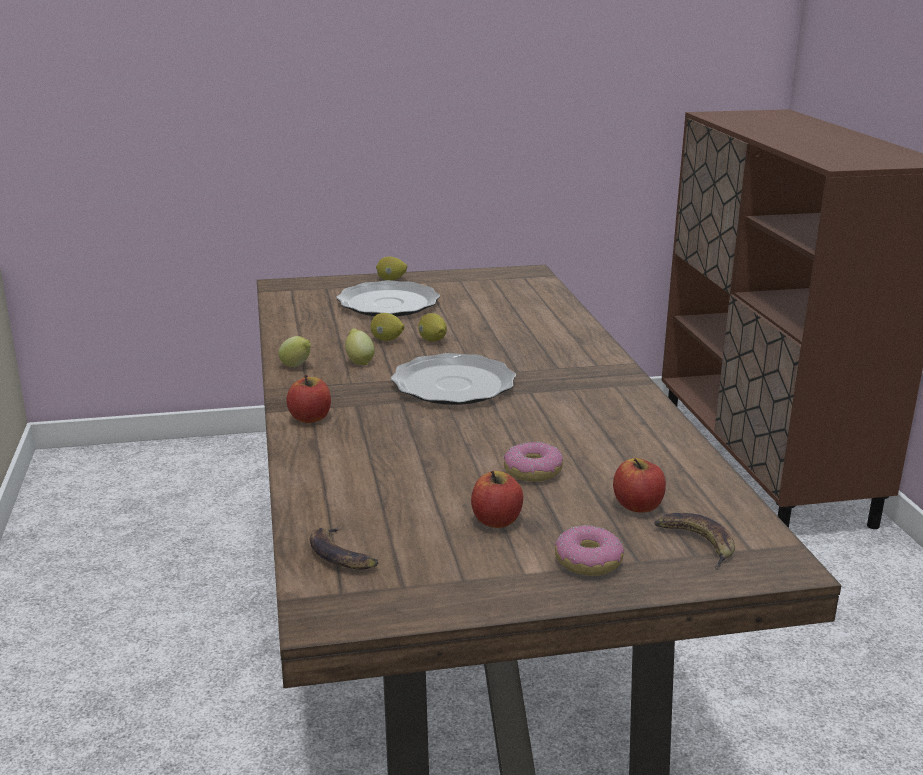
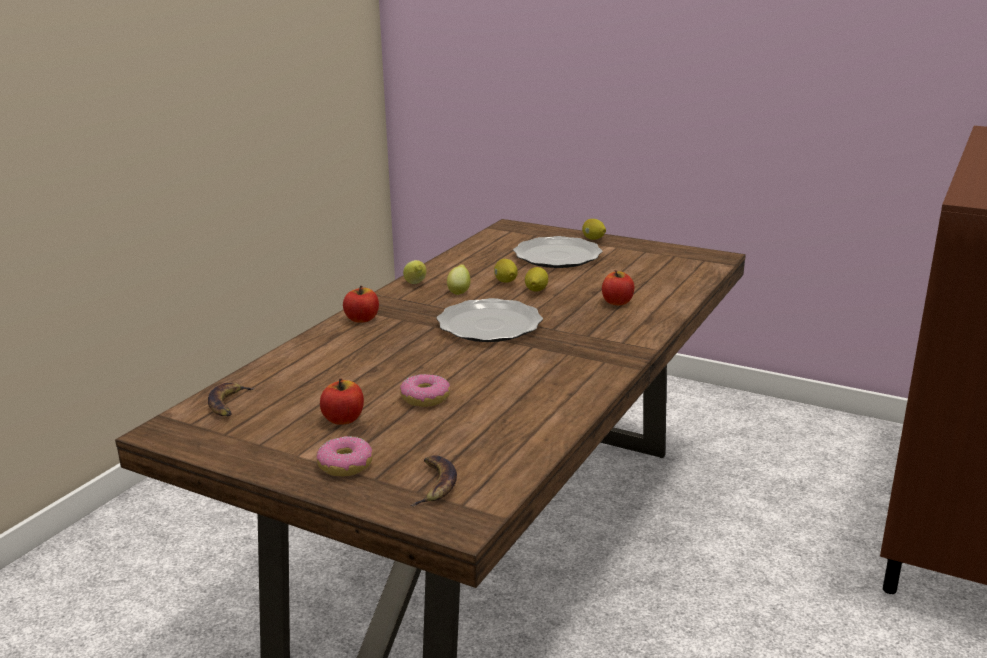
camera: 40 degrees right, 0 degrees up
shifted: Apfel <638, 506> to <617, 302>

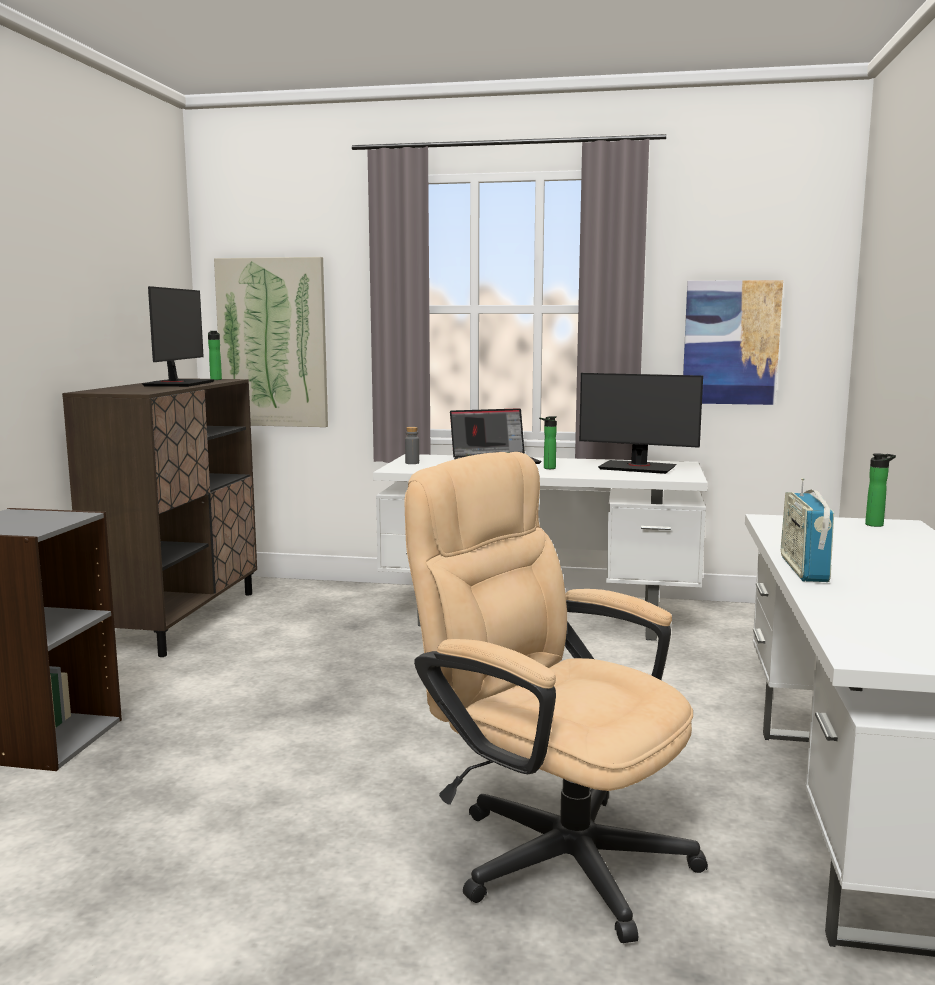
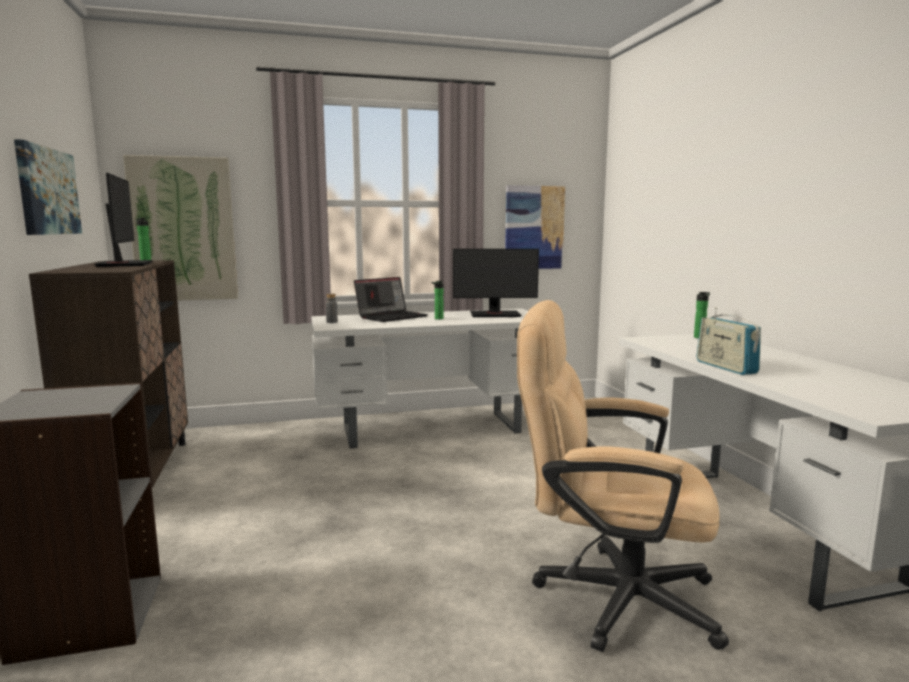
camera: 25 degrees left, 0 degrees up
new: Bild <47, 191>

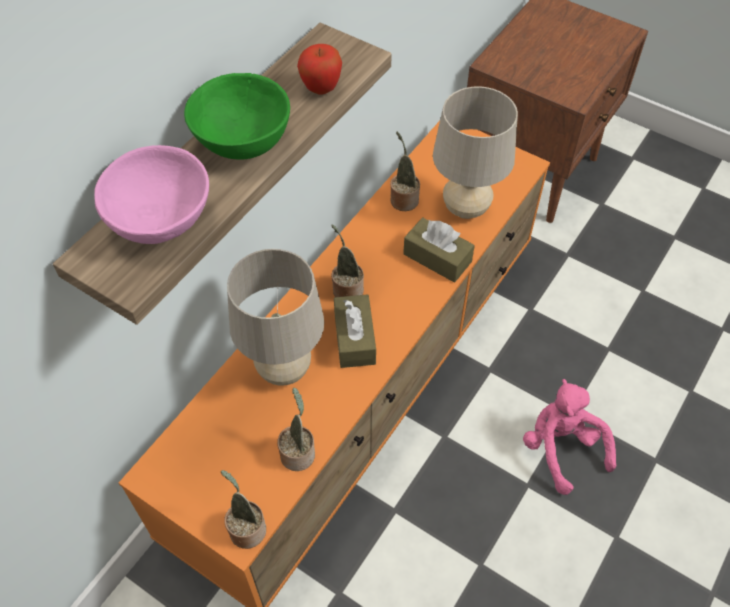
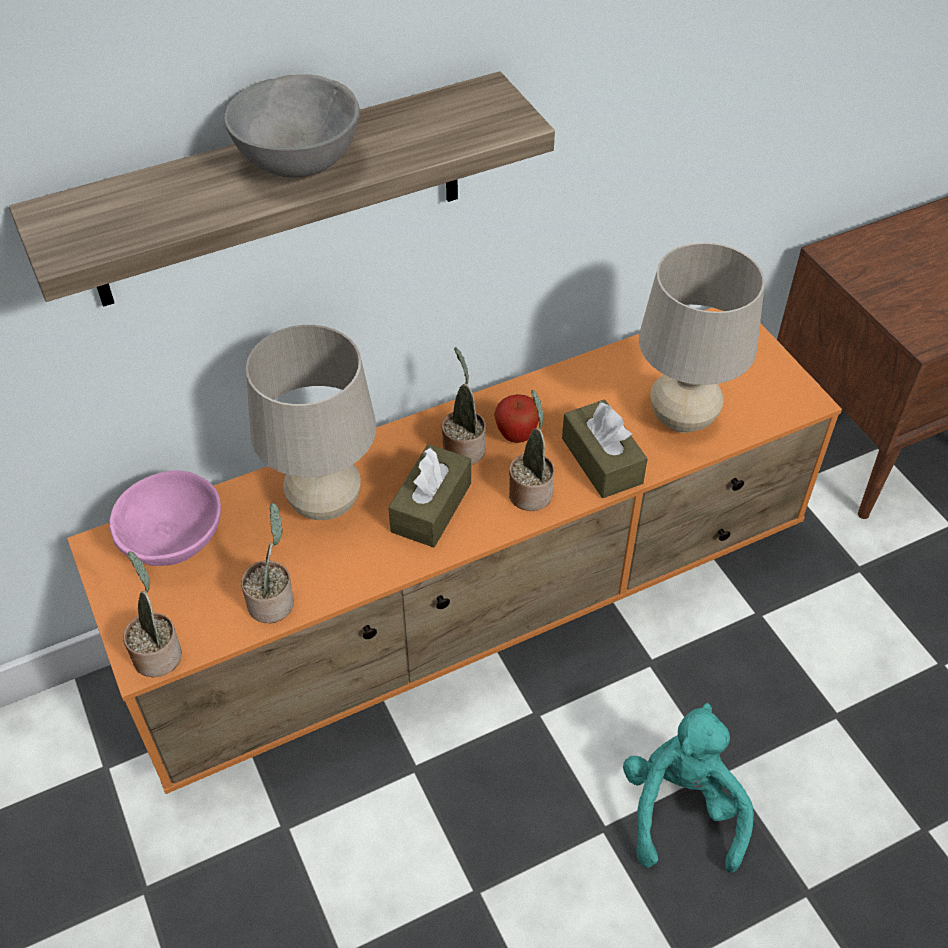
camera: 30 degrees right, 5 degrees down
shifted: Schüssel (rosa) <163, 221> to <176, 543>; Apfel <321, 89> to <516, 436>; Topfpflanze <403, 199> to <530, 491>
repainted: Schüssel (grün) <241, 143> to Schüssel (grau) <296, 163>; Plüschtier (rosa) <561, 448> to Plüschtier (türkis) <681, 808>

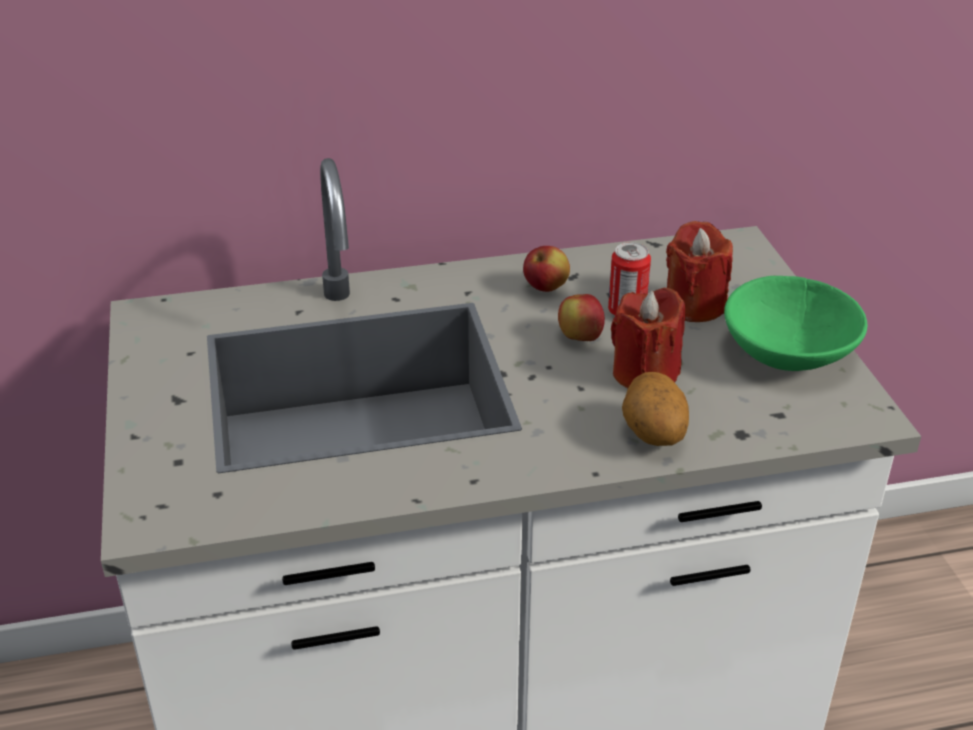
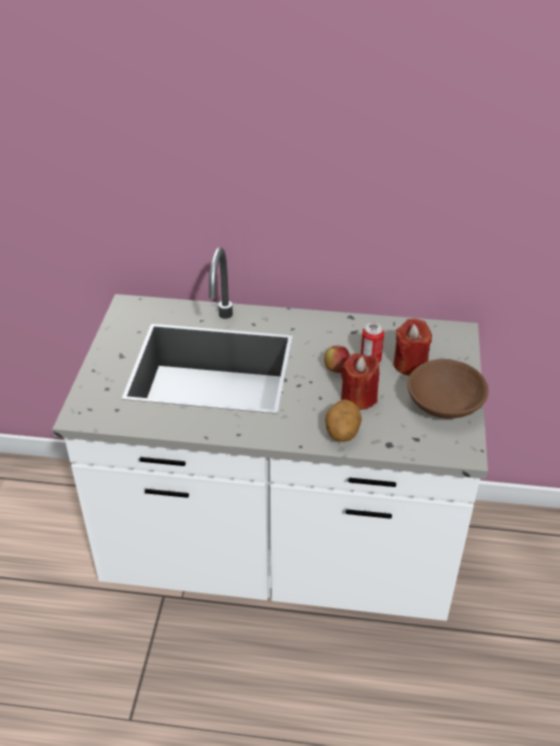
camera: 20 degrees right, 5 degrees up
gone: Apfel <546, 288>
repainted: Schüssel (grün) <789, 354> to Schüssel (braun) <445, 405>

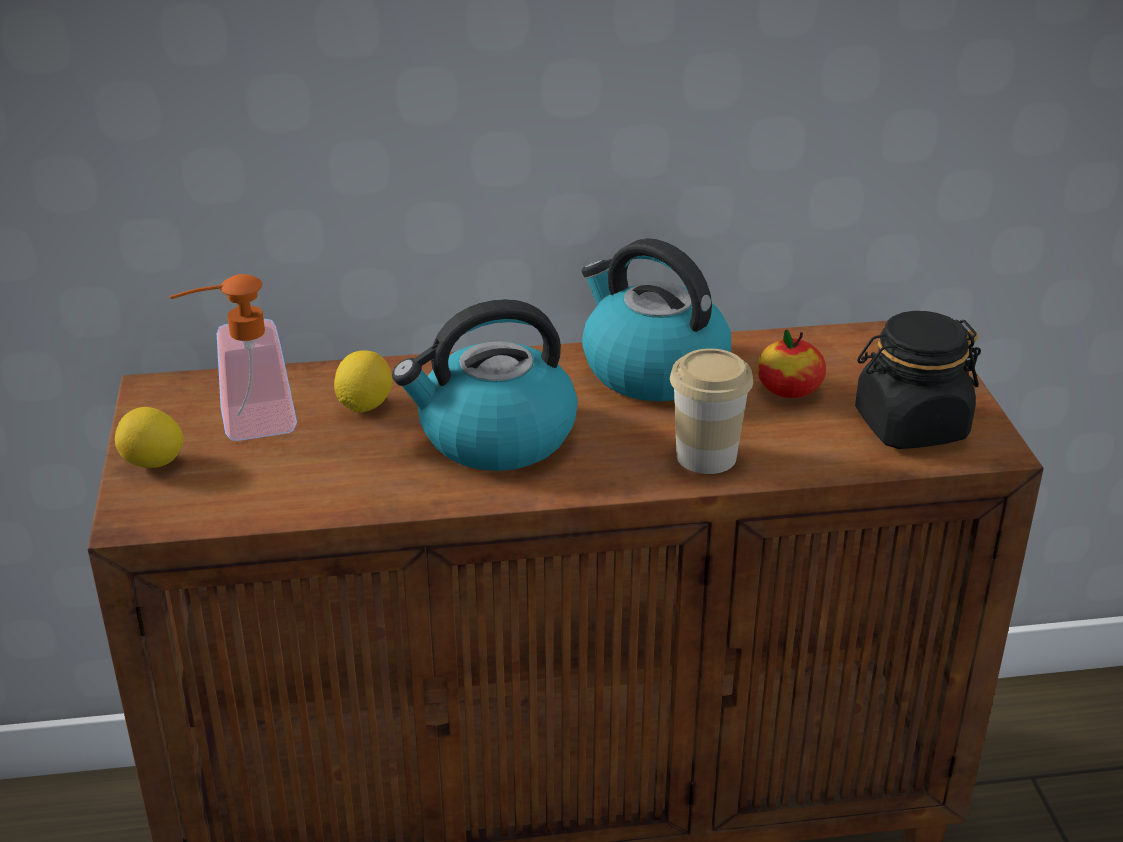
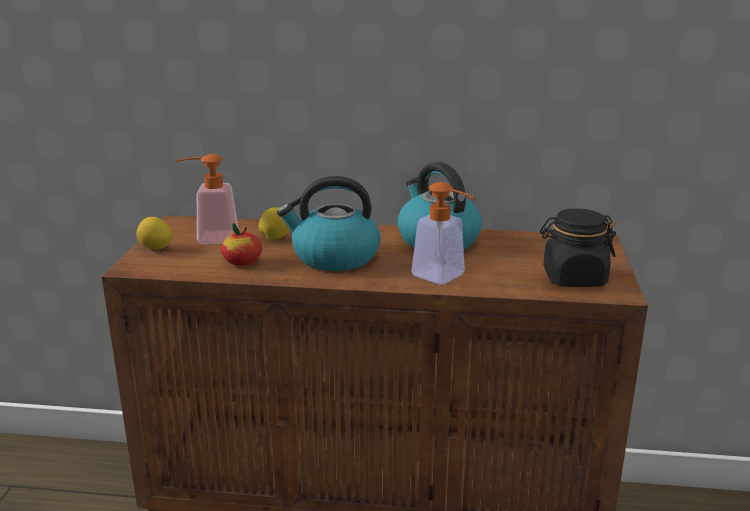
camera: 15 degrees right, 10 degrees down
shifted: Apfel <789, 389> to <242, 262>
swapped: Tasse <706, 456> to Seifenspender <445, 277>

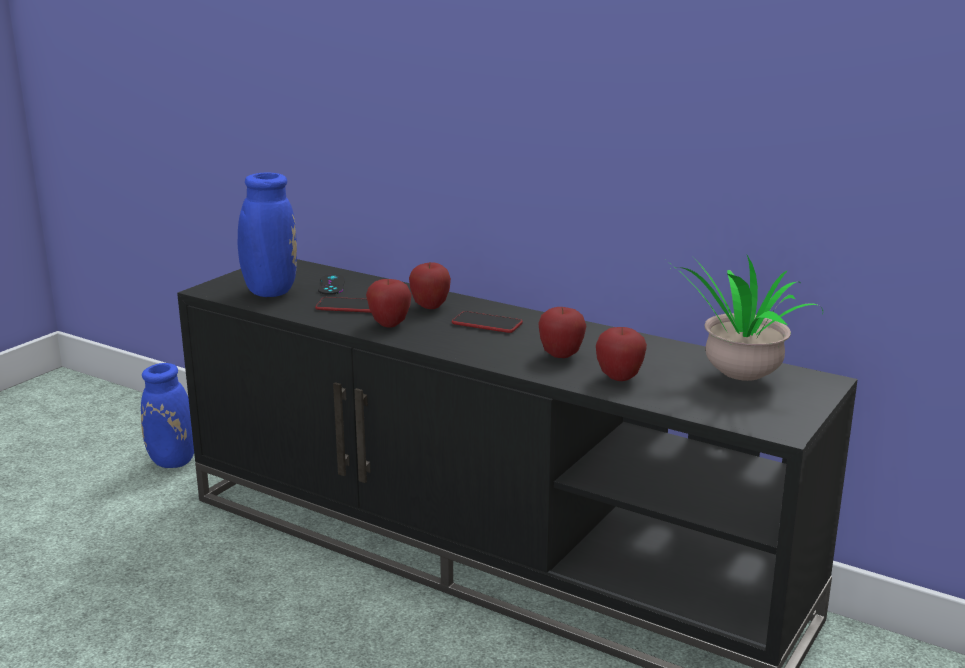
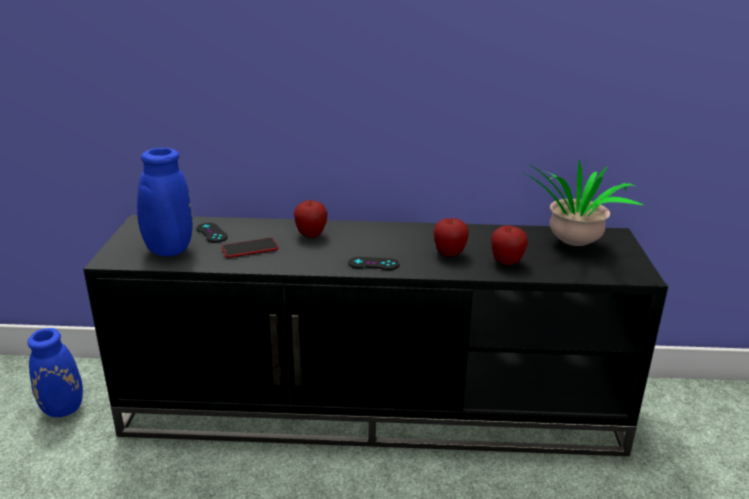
camera: 30 degrees left, 5 degrees up
gone: Apfel <389, 324>; Handy <487, 323>
new: Gamepad (schwarz) <373, 264>

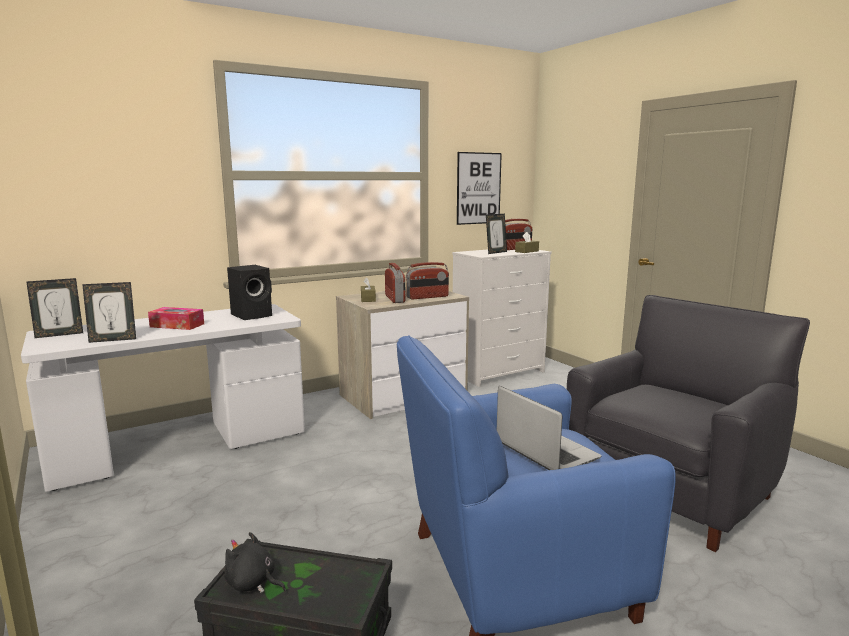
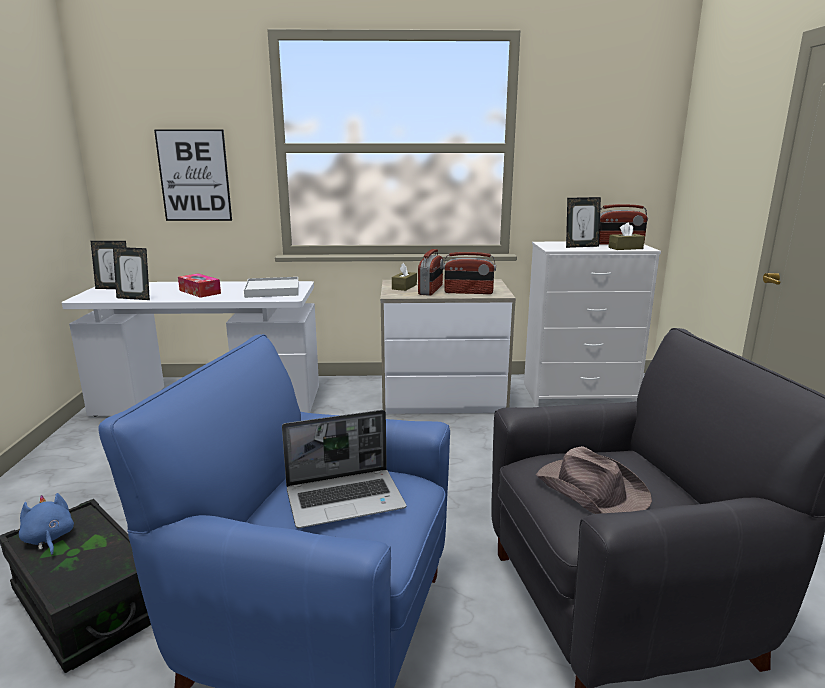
camera: 30 degrees right, 5 degrees up
new: Hut (braun) <590, 490>
shifted: Bild <478, 188> to <194, 176>
swapped: Lautsprecher (schwarz) <253, 315> to Tablett (weiß) <273, 290>
repainted: Plüschtier (schwarz) <253, 583> to Plüschtier (blau) <49, 539>
rotated: Laptop <544, 451> = <346, 499> 75 degrees clockwise

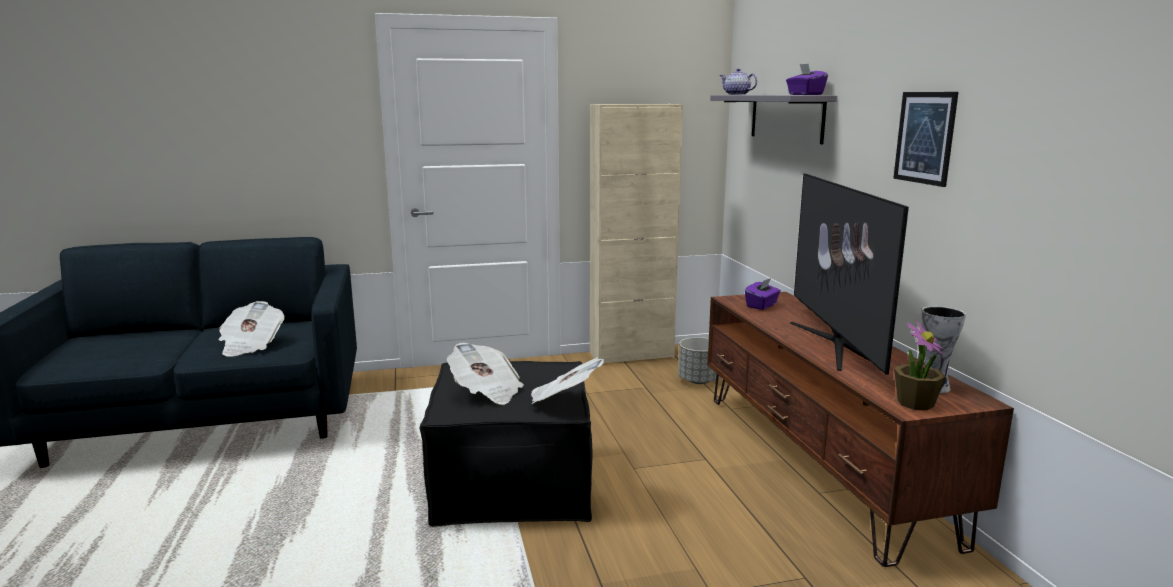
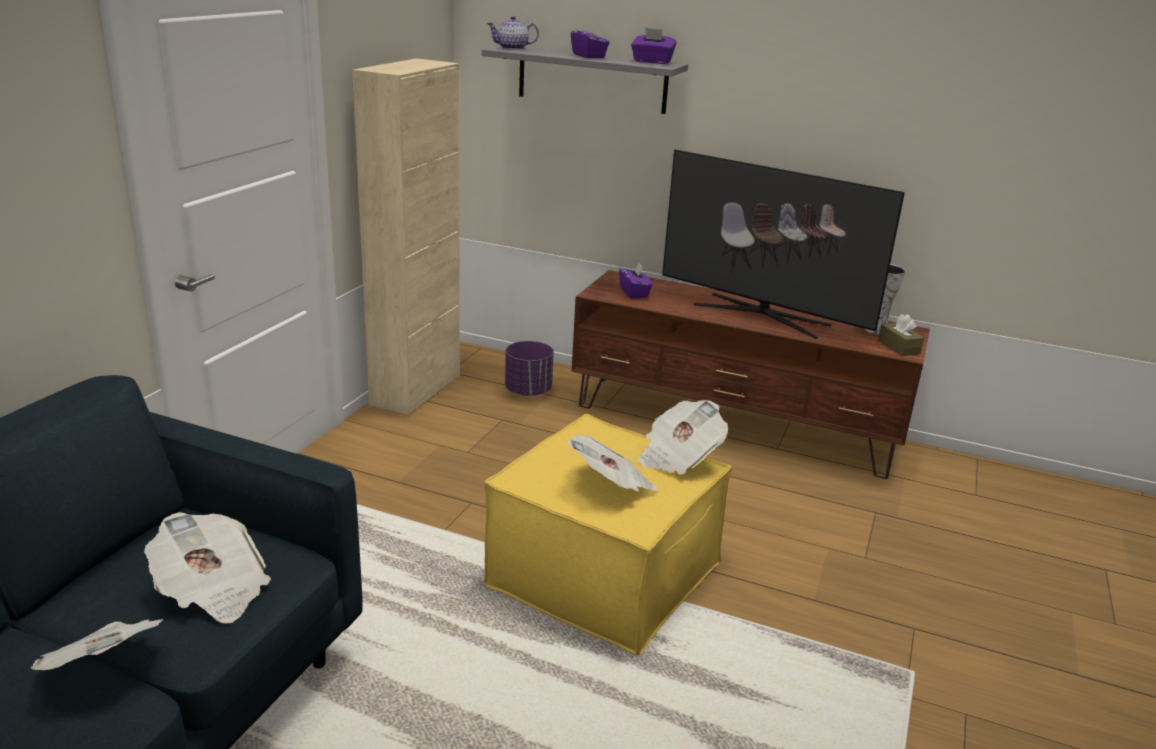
camera: 55 degrees left, 10 degrees up
gone: Bild <924, 138>
new: Zeitung <104, 666>; Taschentuchbox (lila) <589, 56>
swapped: Topfpflanze <915, 403> to Taschentuchbox (braun) <898, 347>
repainted: Polsterhocker (schwarz) <513, 483> to Polsterhocker (gelb) <604, 573>; Pflanzkübel (grau) <699, 380> to Pflanzkübel (lila) <528, 391>

